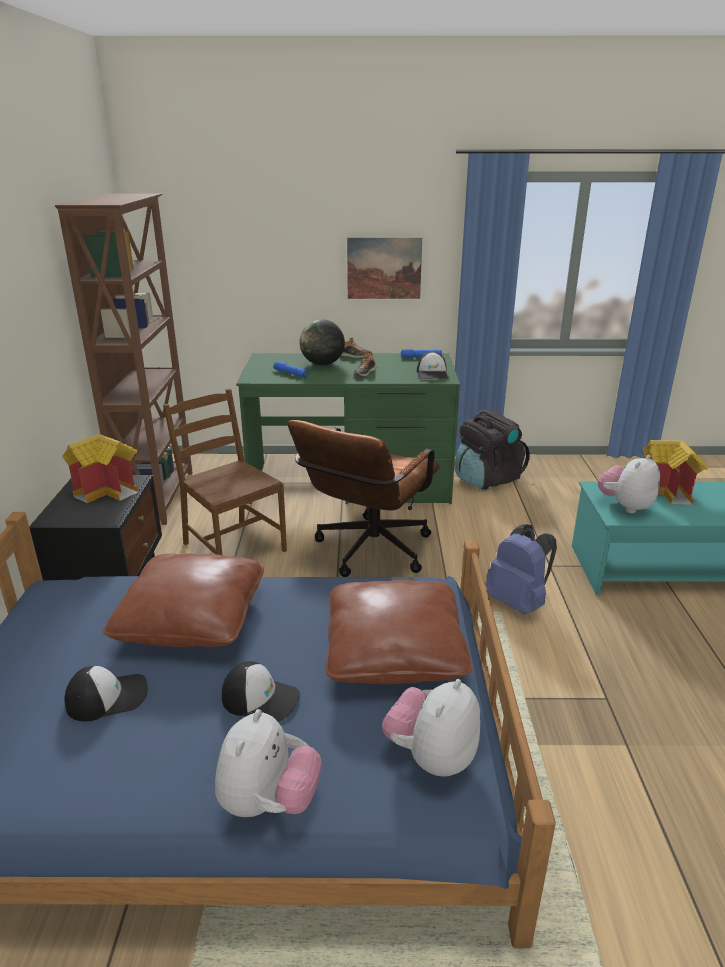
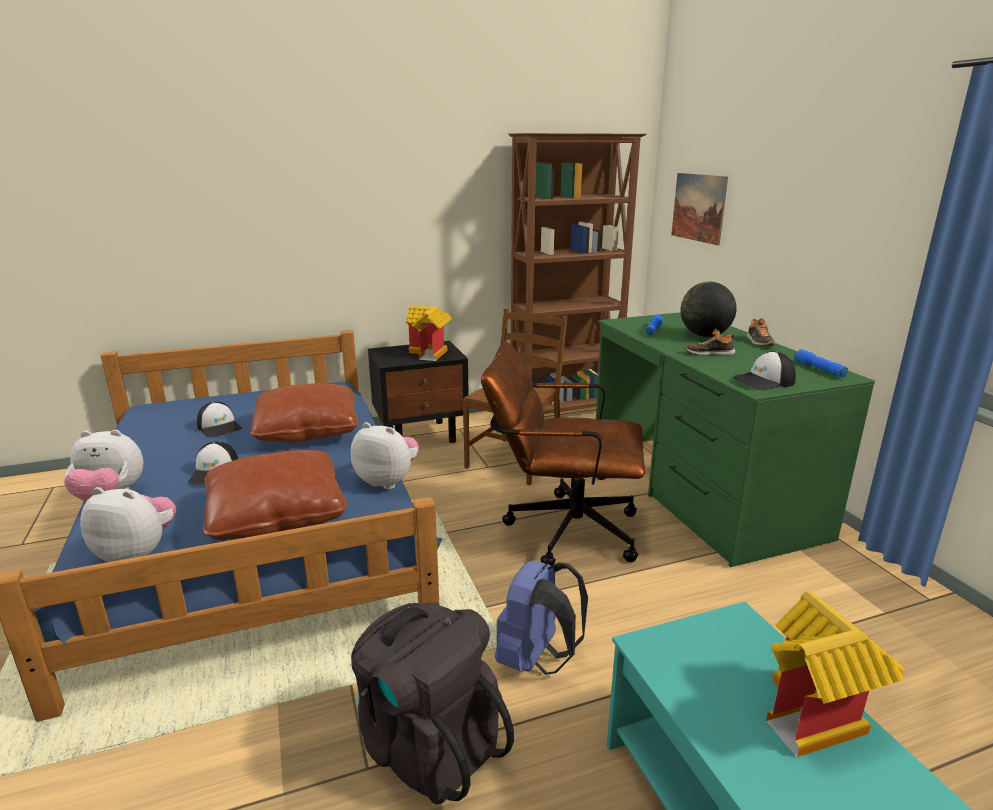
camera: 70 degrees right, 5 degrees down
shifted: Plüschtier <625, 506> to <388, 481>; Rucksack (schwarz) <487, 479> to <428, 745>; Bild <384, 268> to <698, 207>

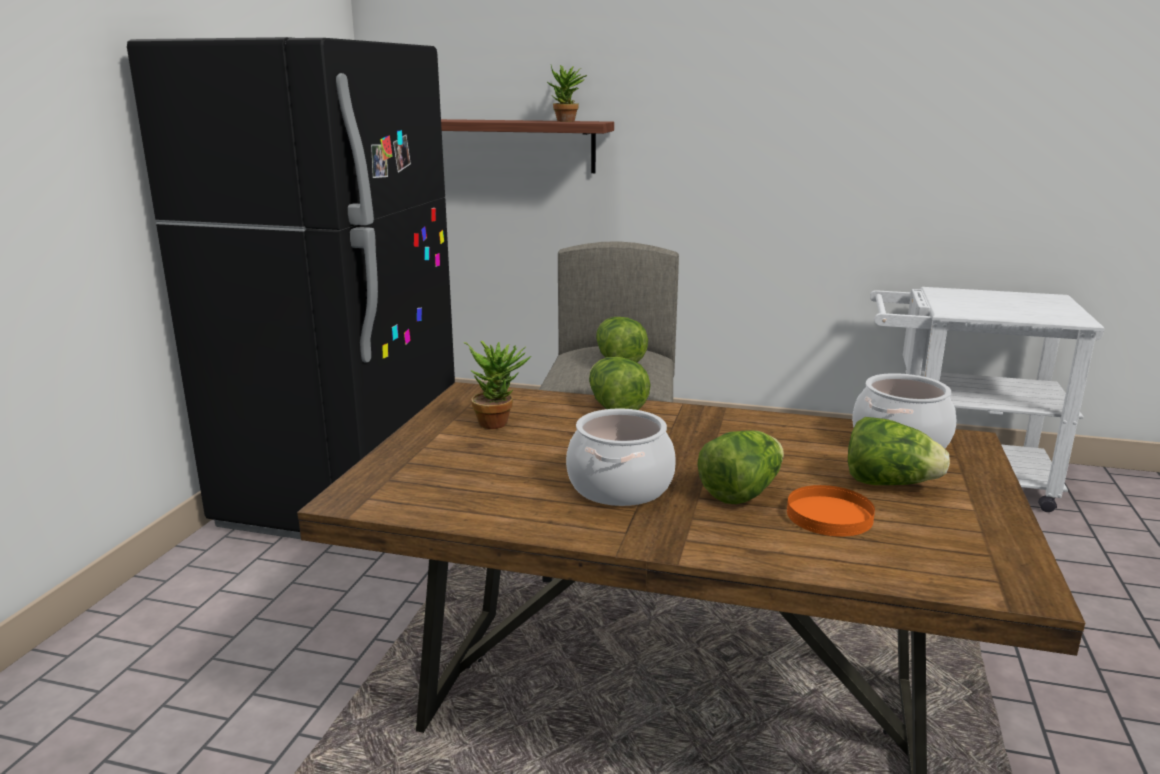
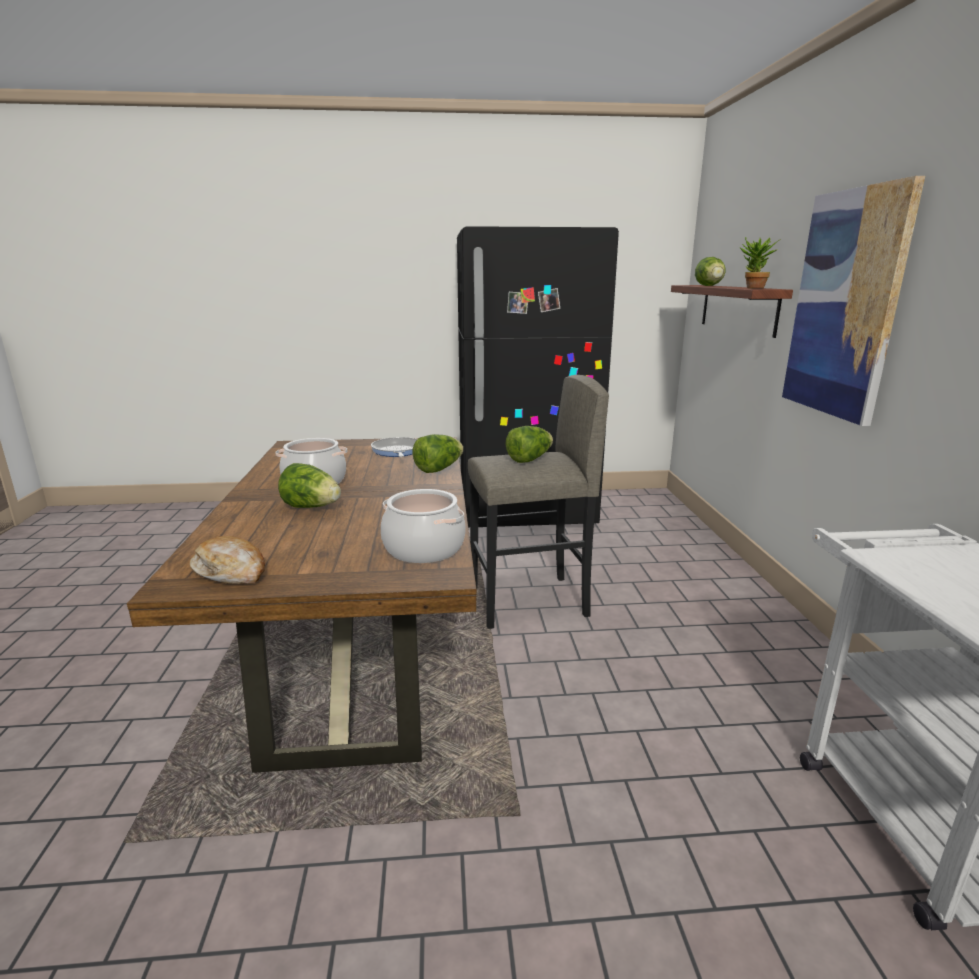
camera: 70 degrees right, 0 degrees up
gone: Teller (orange) <829, 515>
new: Brot <231, 572>; Bild <845, 305>
shifted: Salatkopf <888, 483> to <710, 286>
swapped: Topfpflanze <498, 422> to Pfanne <397, 451>

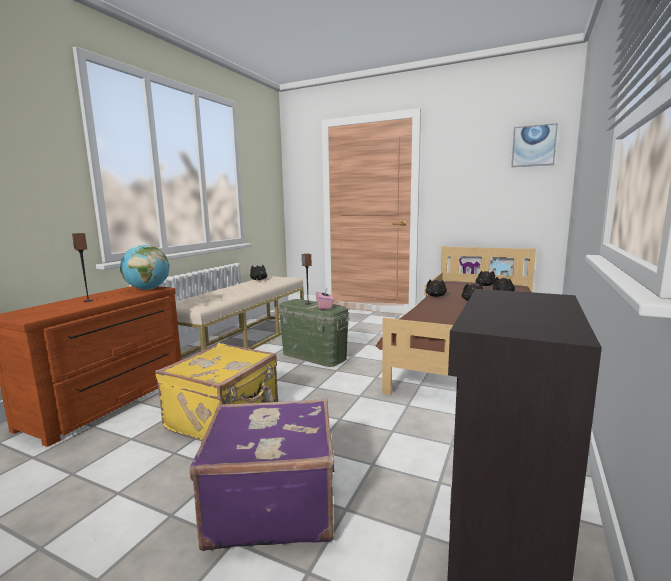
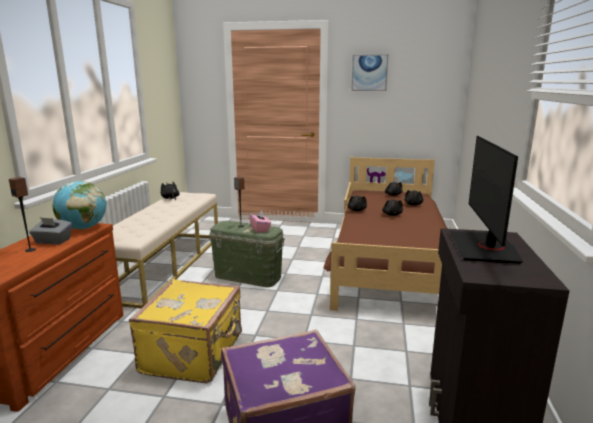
camera: 15 degrees left, 5 degrees up
new: Taschentuchbox (grau) <52, 241>; Monitor <484, 248>
shifted: Bild <533, 146> to <369, 73>

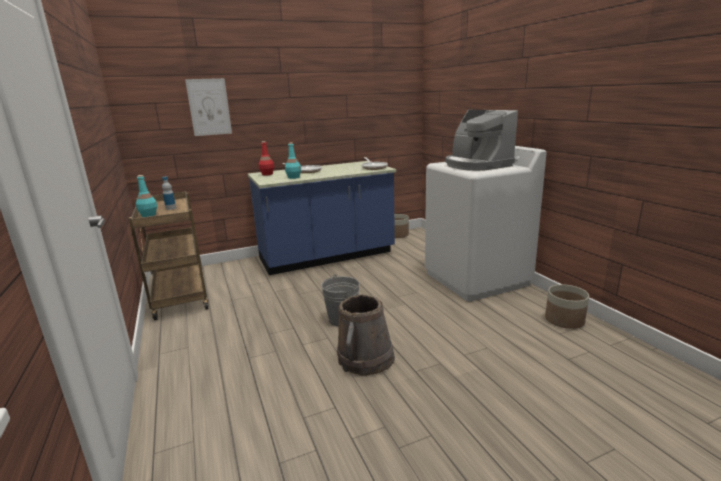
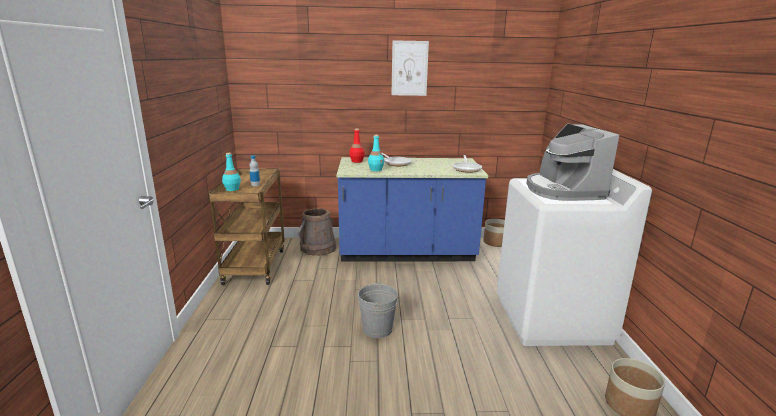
camera: 20 degrees right, 0 degrees up
shifted: Eimer (braun) <365, 359> to <318, 248>; Bild <209, 107> to <409, 68>

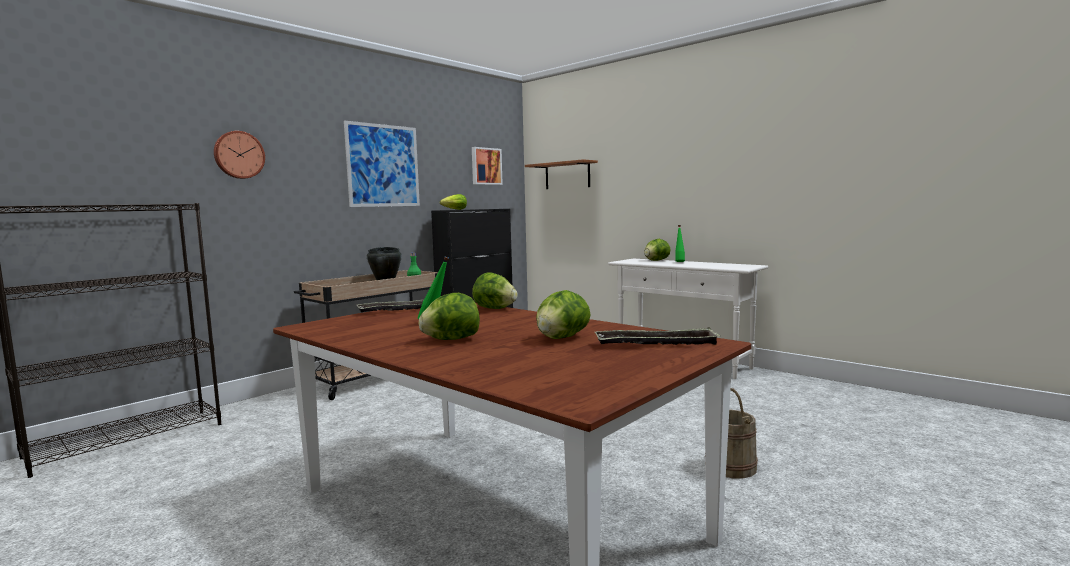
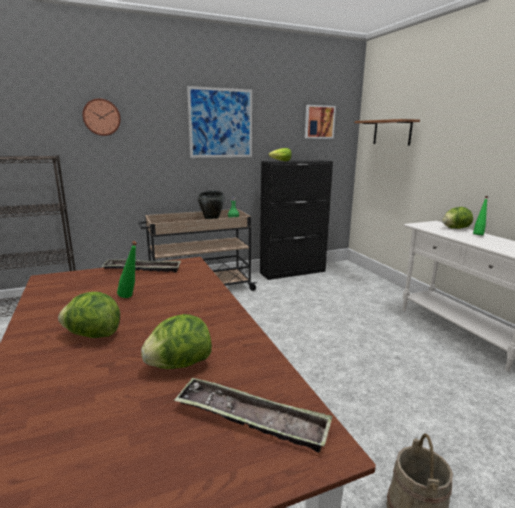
camera: 25 degrees right, 10 degrees up
gone: Salatkopf <494, 308>

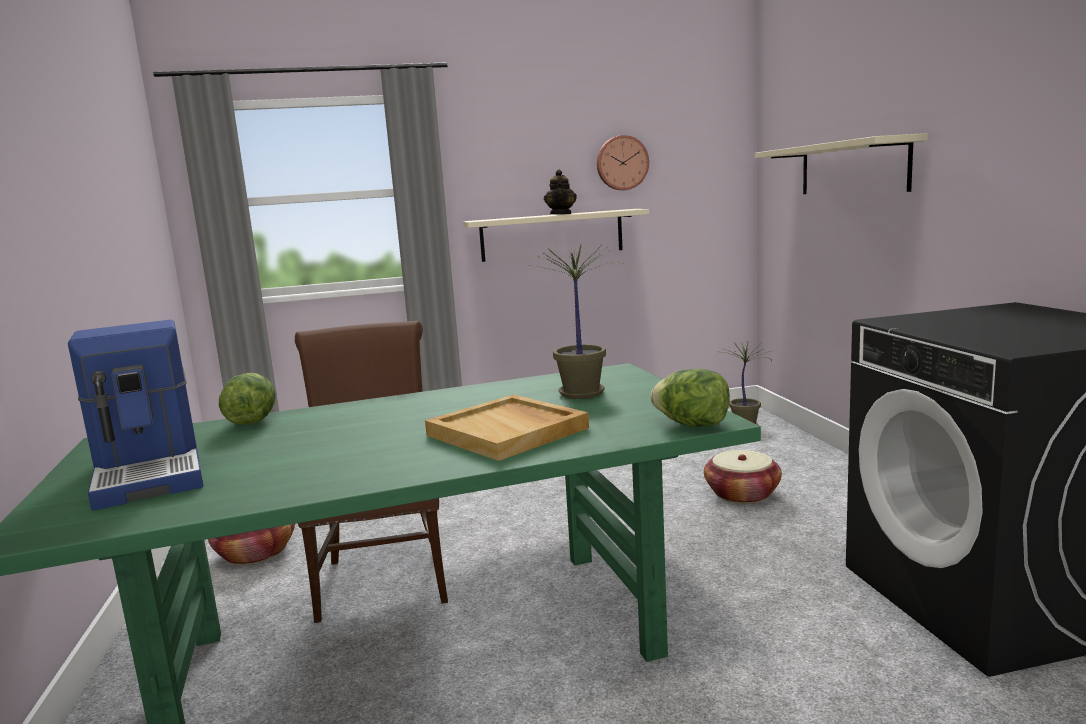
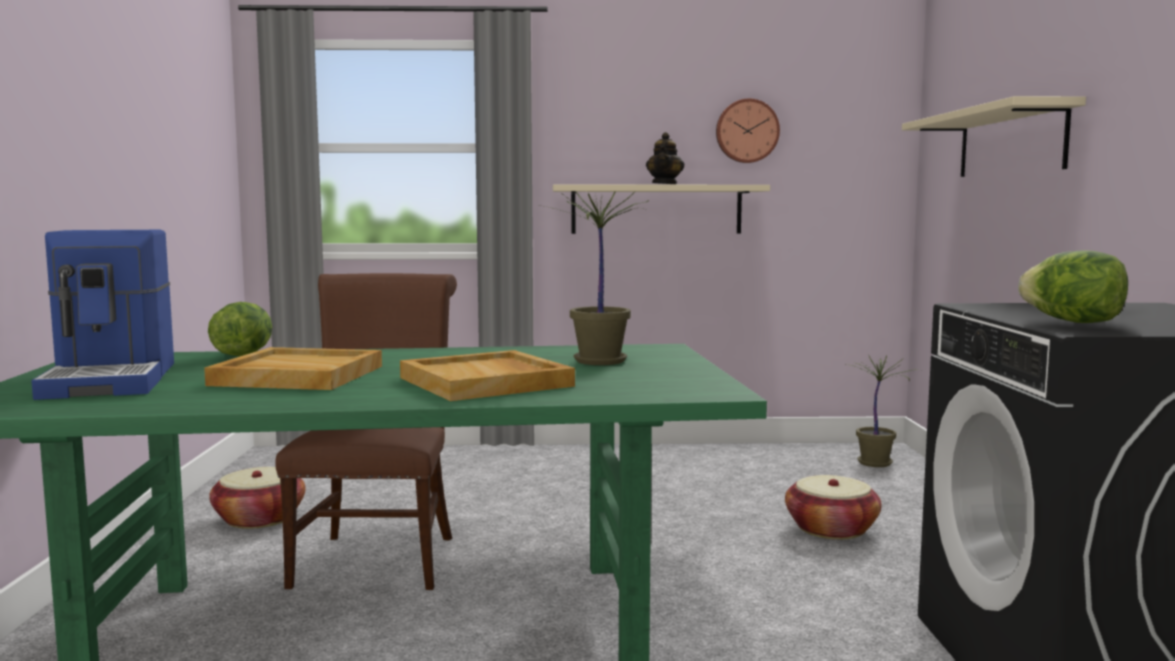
camera: 10 degrees right, 5 degrees down
new: Tablett (beige) <296, 376>
shifted: Salatkopf <692, 425> to <1073, 322>

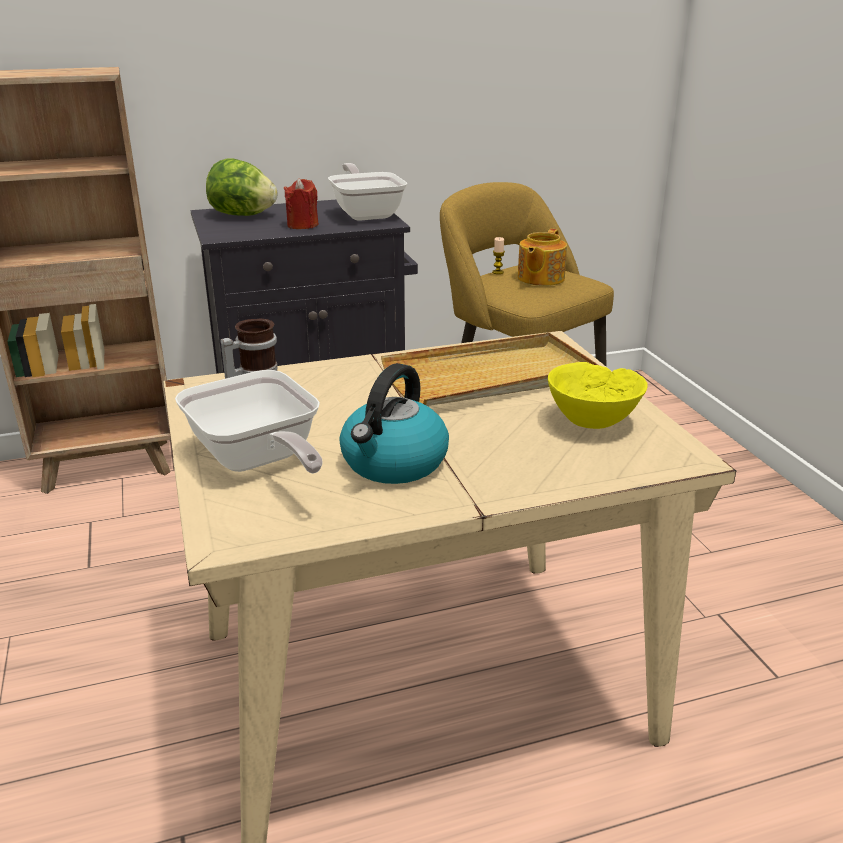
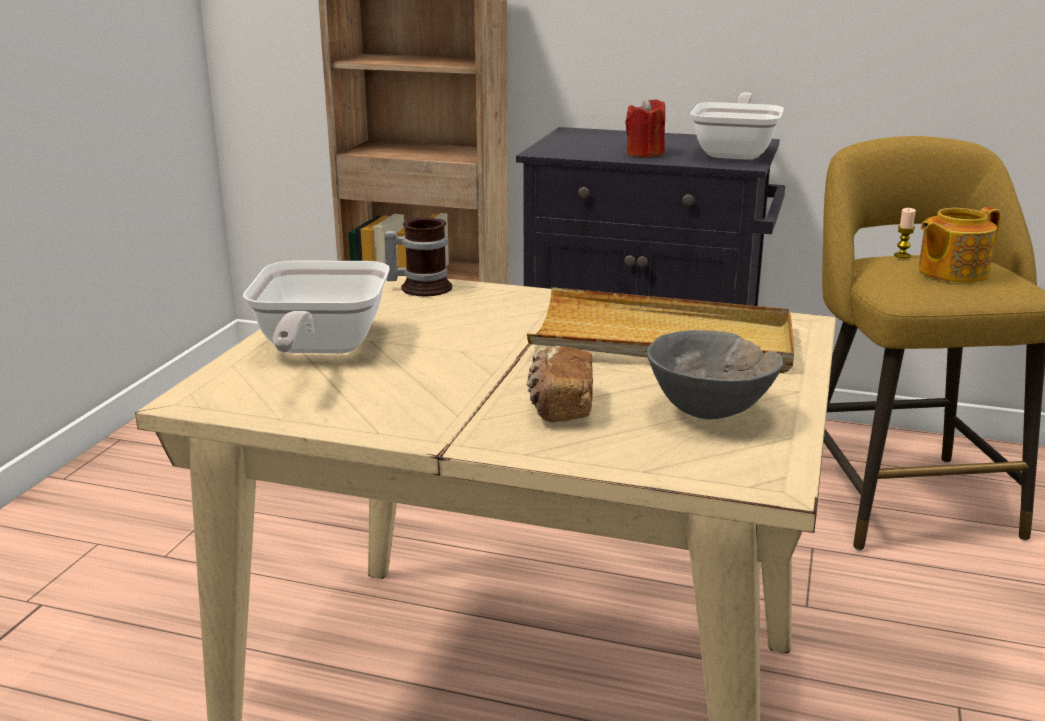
camera: 35 degrees right, 5 degrees down
gone: Salatkopf <242, 215>; Wasserkessel <394, 463>
new: Brot <559, 406>
repainted: Schüssel (gelb) <593, 422> to Schüssel (grau) <710, 412>

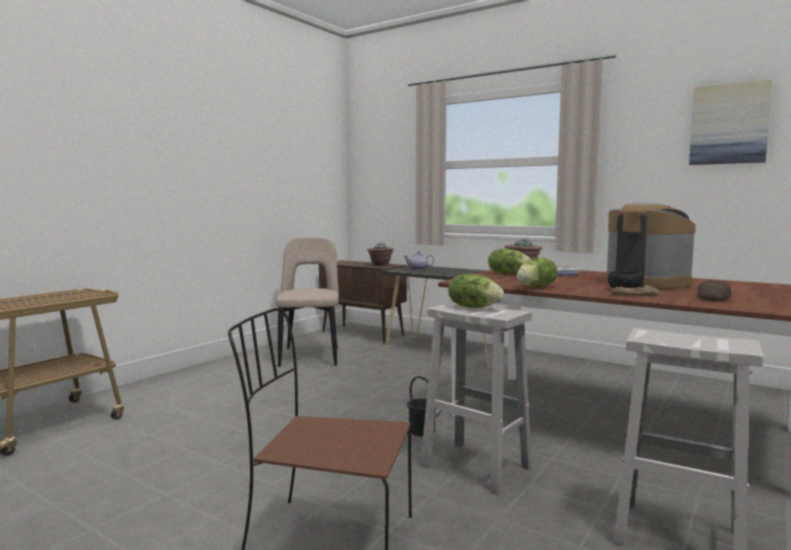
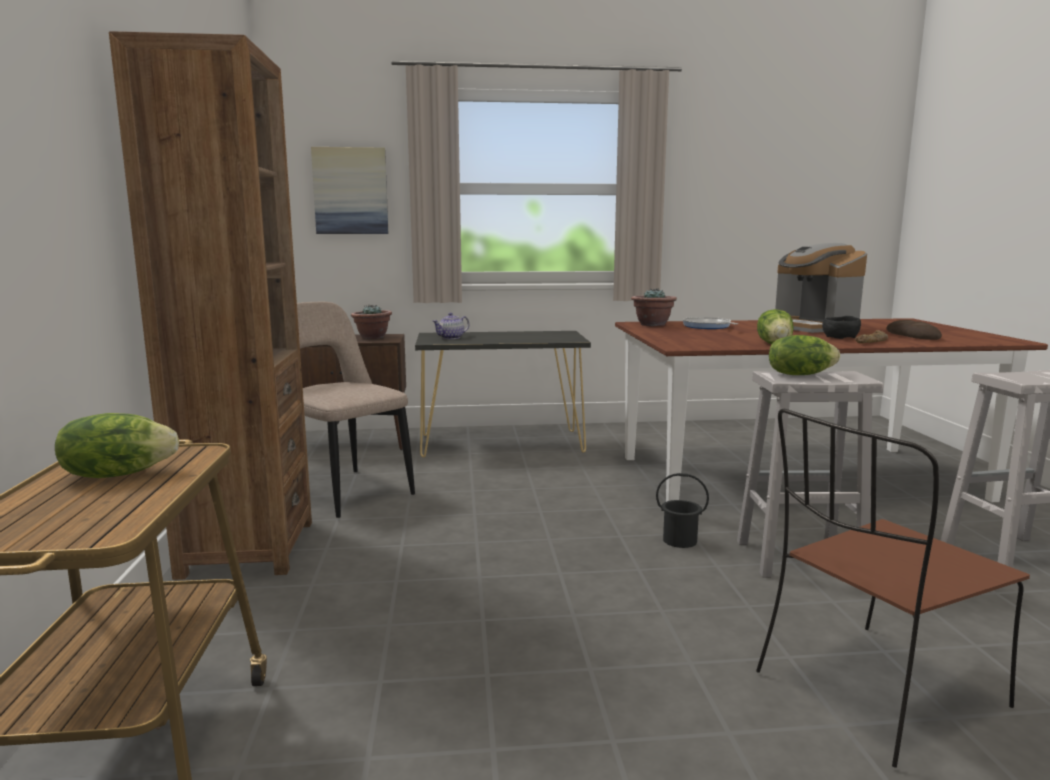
camera: 40 degrees left, 5 degrees up
new: Bücherregal (braun) <247, 548>
shifted: Salatkopf <508, 273> to <118, 474>; Bild <729, 124> to <350, 191>
rotated: Kaffeemaschine <647, 282> = <814, 328> 135 degrees counterclockwise

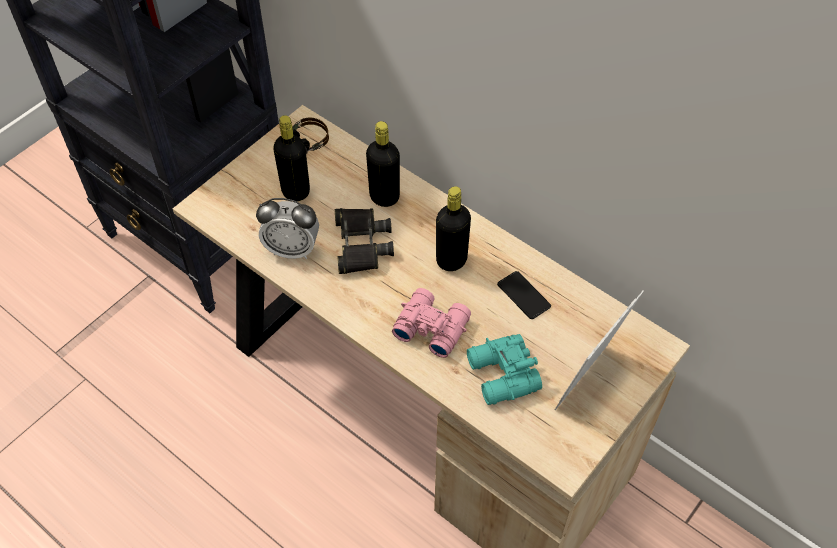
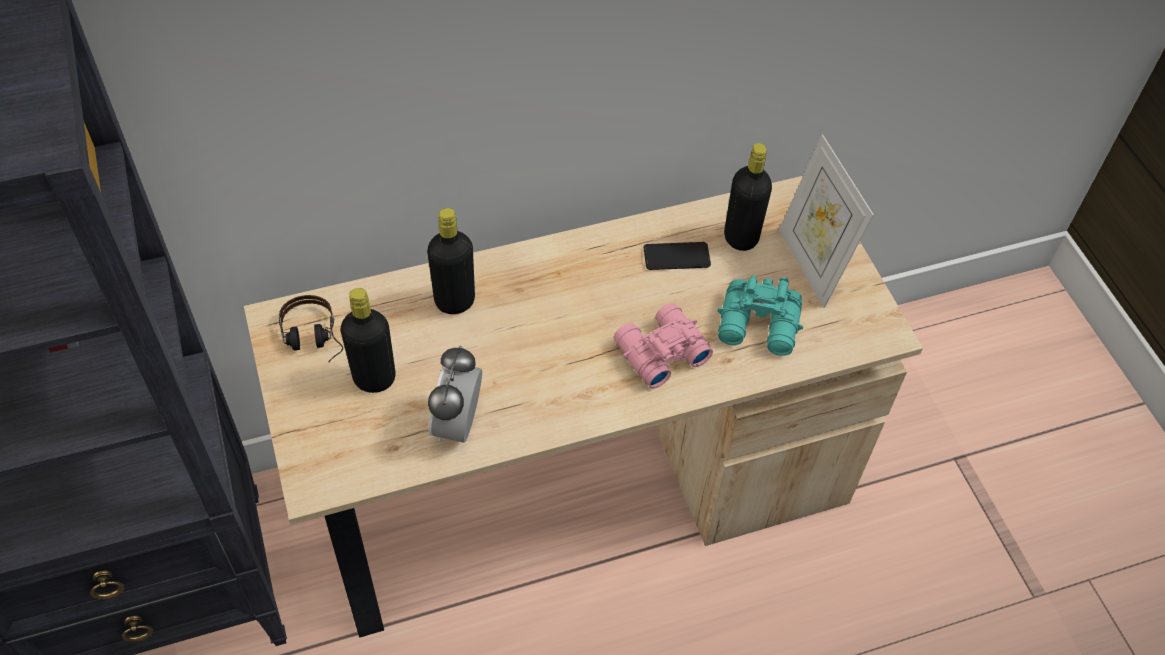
camera: 60 degrees left, 0 degrees up
gone: Fernglas (schwarz) <361, 244>
shifted: Flasche (schwarz) <451, 260> to <741, 237>
rotated: Wecker <292, 249> = <458, 424> 150 degrees clockwise

